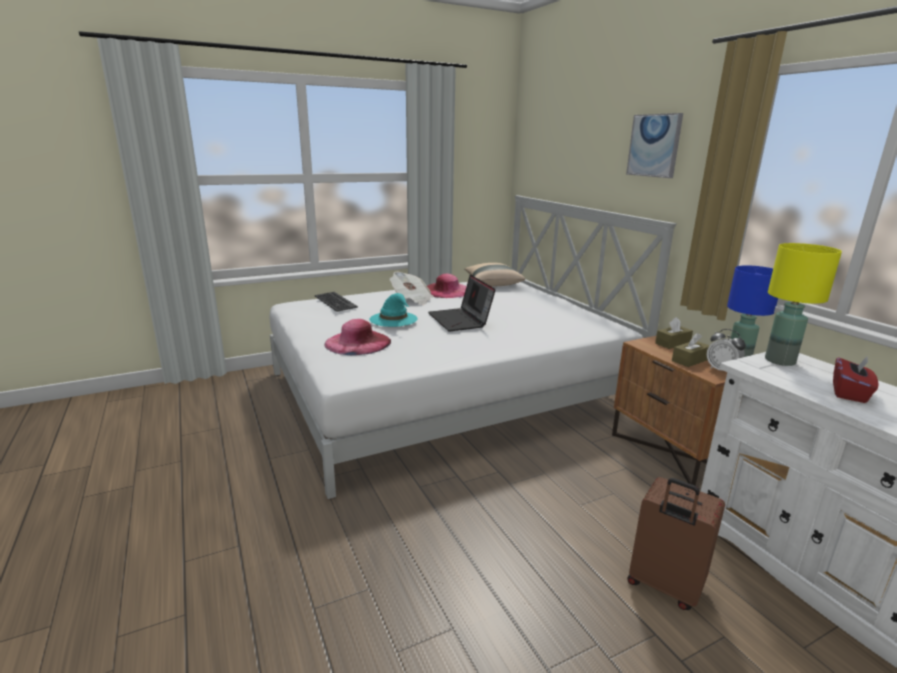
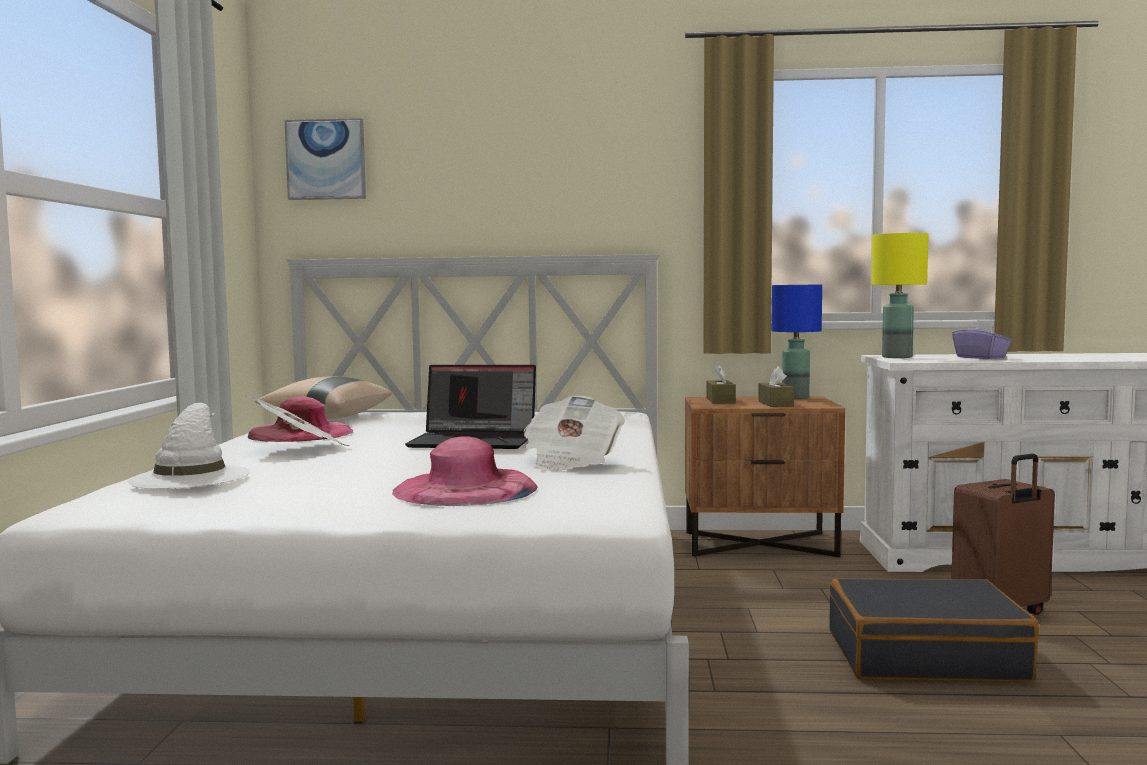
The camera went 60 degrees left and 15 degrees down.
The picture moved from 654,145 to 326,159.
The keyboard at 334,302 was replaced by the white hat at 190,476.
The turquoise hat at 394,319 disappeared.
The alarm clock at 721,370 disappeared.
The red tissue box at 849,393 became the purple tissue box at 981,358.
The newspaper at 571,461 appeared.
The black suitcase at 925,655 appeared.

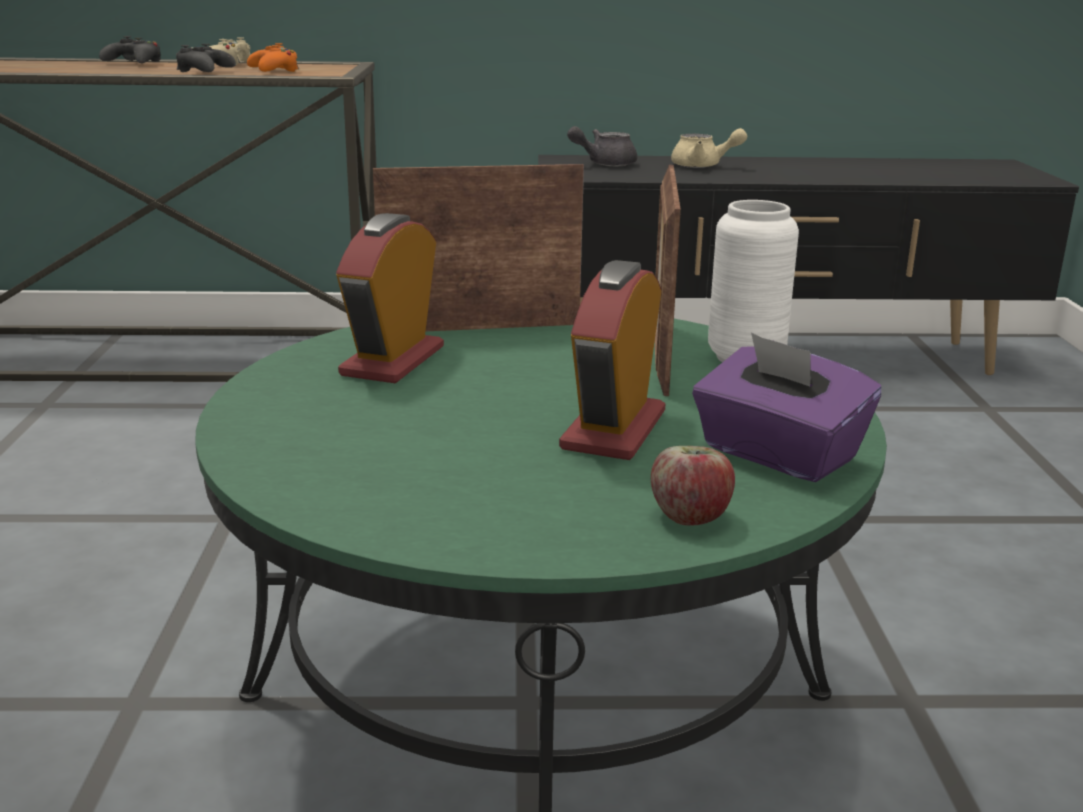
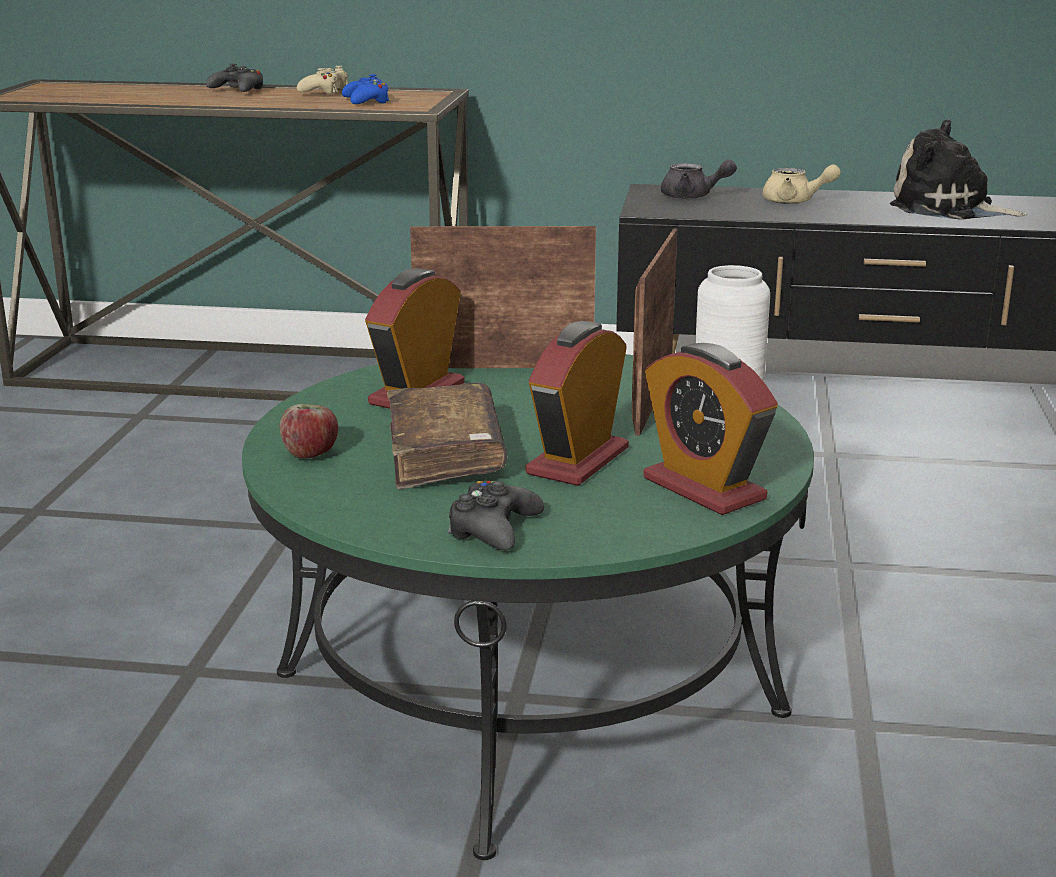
The camera went 10 degrees right and 0 degrees up.
The orange game controller at 274,70 became the blue game controller at 366,101.
The black game controller moved from 205,71 to 493,529.
The grey teapot at 604,164 turned 150 degrees counterclockwise.
The purple tissue box at 777,455 was replaced by the alarm clock at 704,489.
The apple moved from 690,517 to 310,454.
The plush toy at 948,209 appeared.
The brown book at 445,454 appeared.

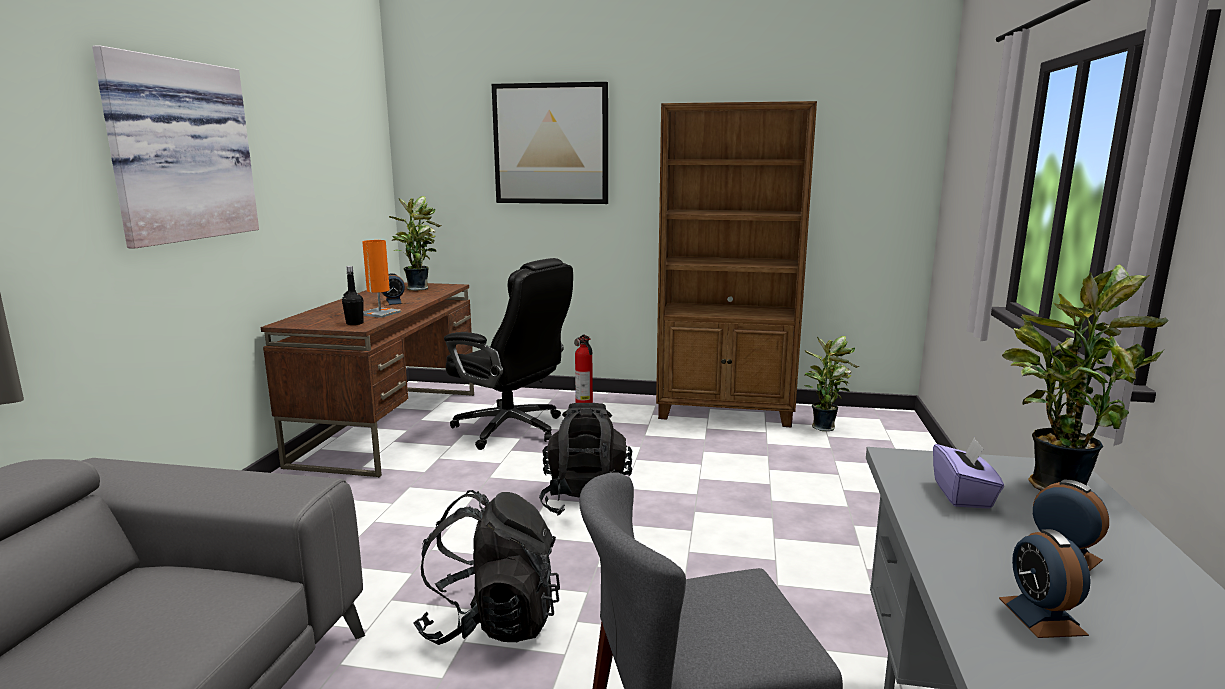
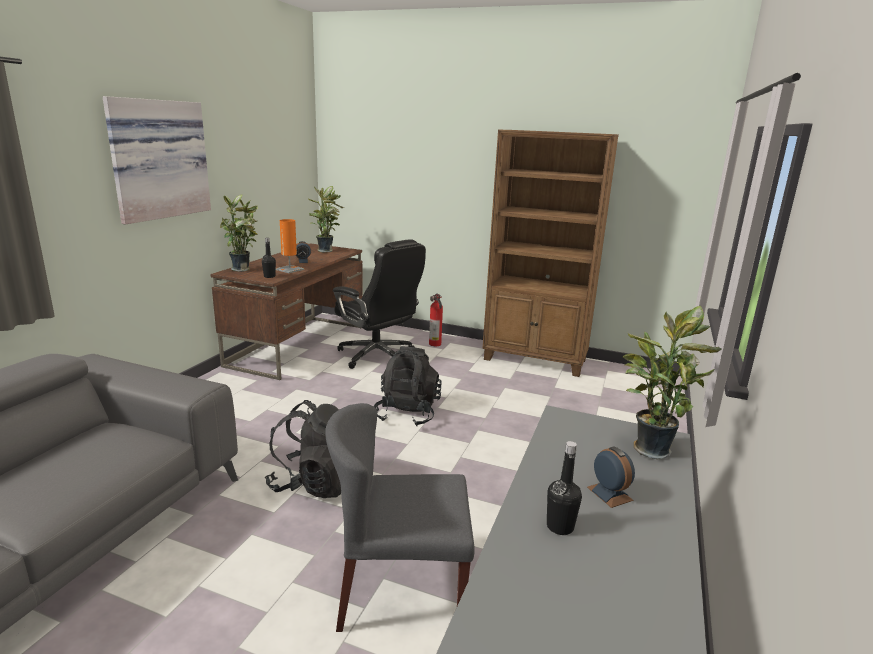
The camera went 10 degrees right and 5 degrees up.
The picture at 551,144 disappeared.
The potted plant moved from 824,427 to 243,269.
The purple tissue box at 963,495 disappeared.
The alarm clock at 1041,616 was replaced by the black bottle at 560,527.

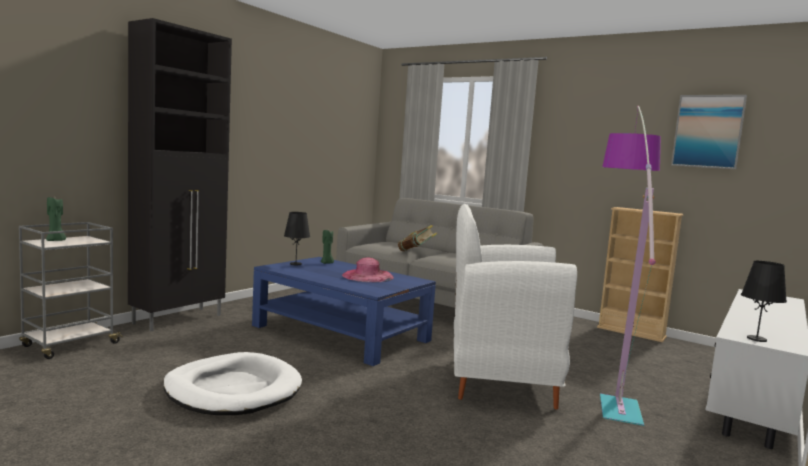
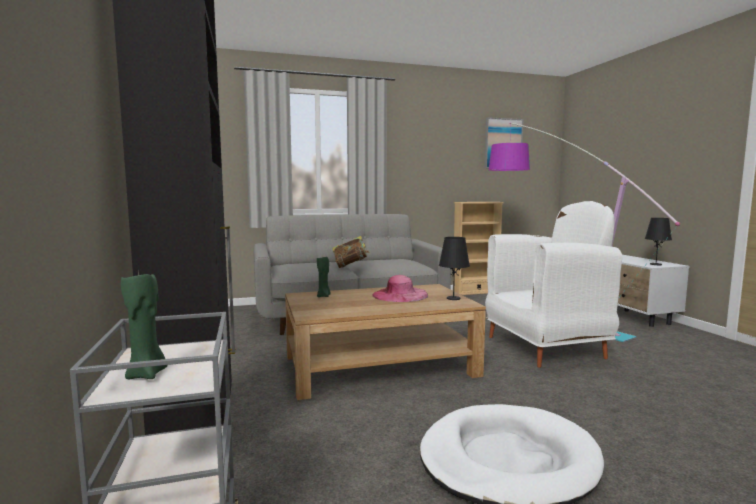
The camera went 50 degrees left and 0 degrees up.
The white armchair at 499,382 turned 150 degrees counterclockwise.
The black table lamp moved from 295,264 to 453,298.
The blue coffee table at 341,333 became the brown coffee table at 380,365.

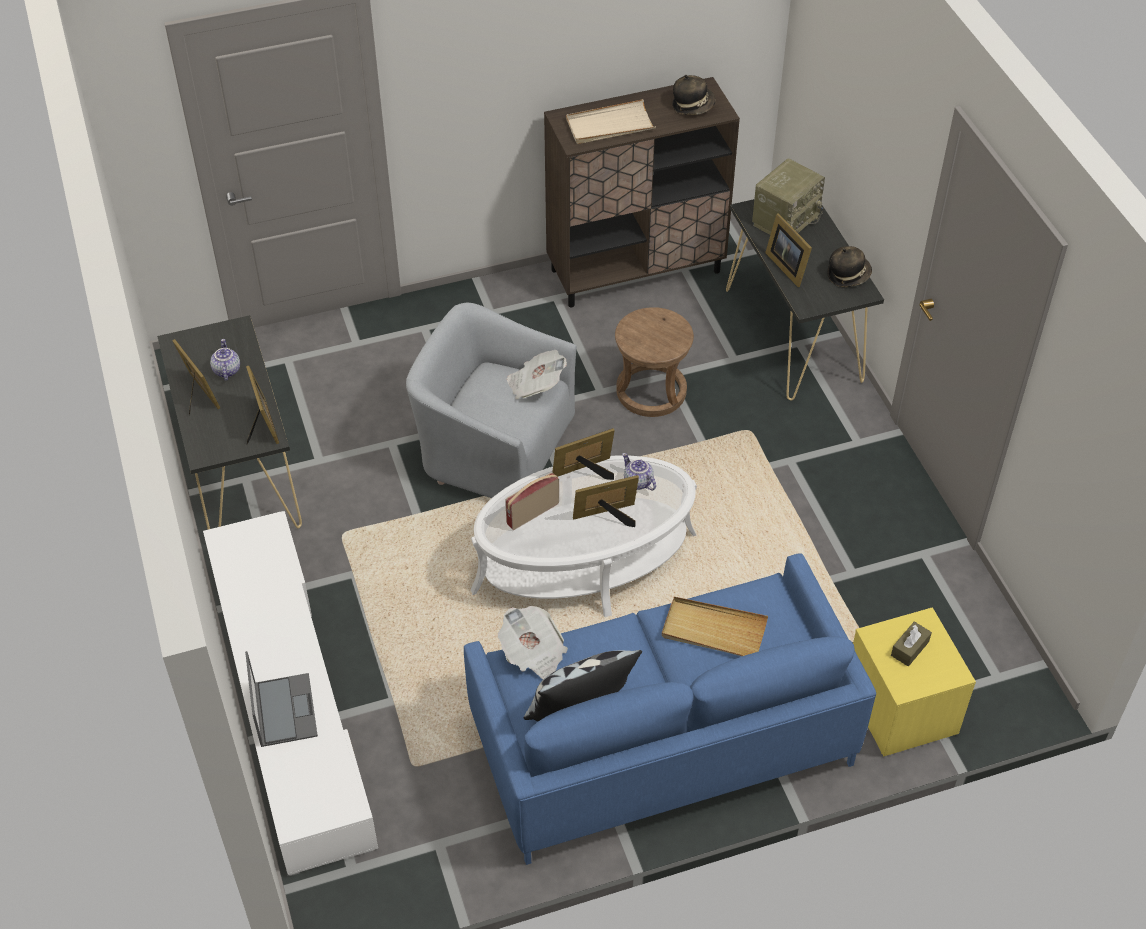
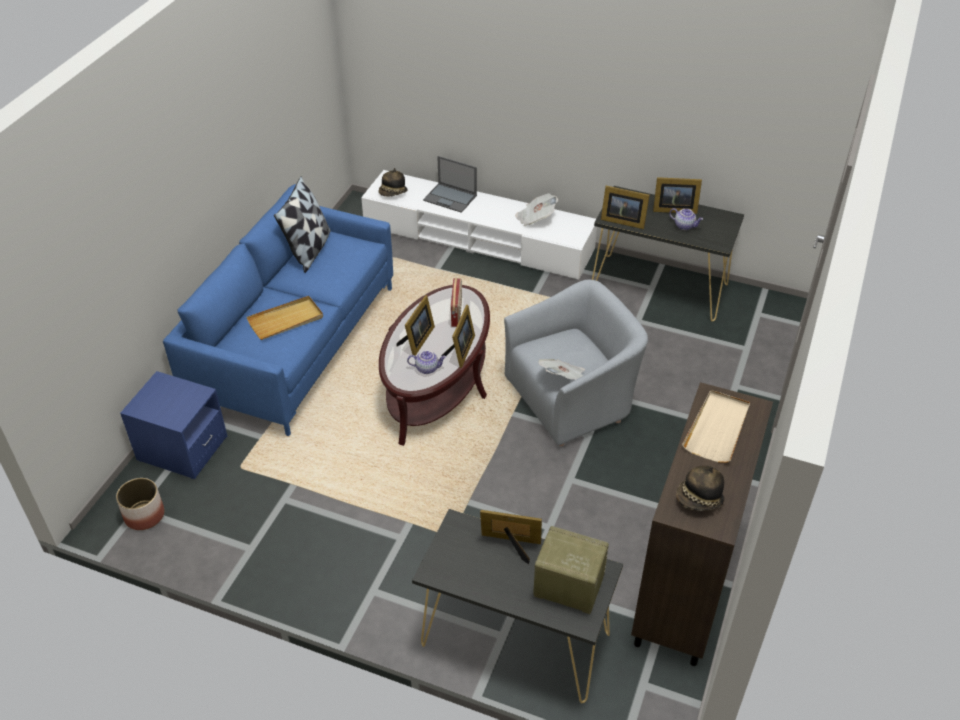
The camera went 130 degrees right and 5 degrees down.
The radio at 785,220 turned 120 degrees clockwise.
The hat moved from 848,275 to 393,193.
The brown stool at 651,392 disappeared.
The white coffee table at 585,563 became the brown coffee table at 437,384.
The newspaper moved from 533,653 to 535,218.
The yellow nightstand at 900,709 became the blue nightstand at 182,448.
The brown tissue box at 909,648 disappeared.
The planter at 144,515 appeared.

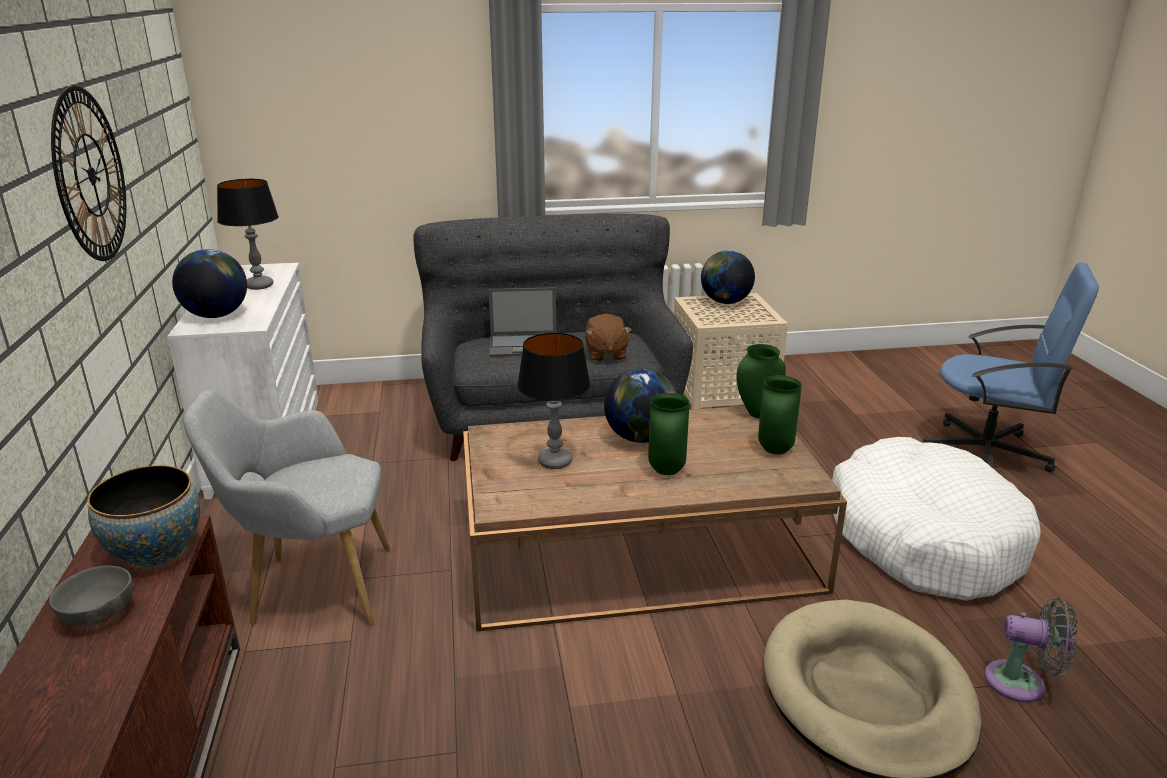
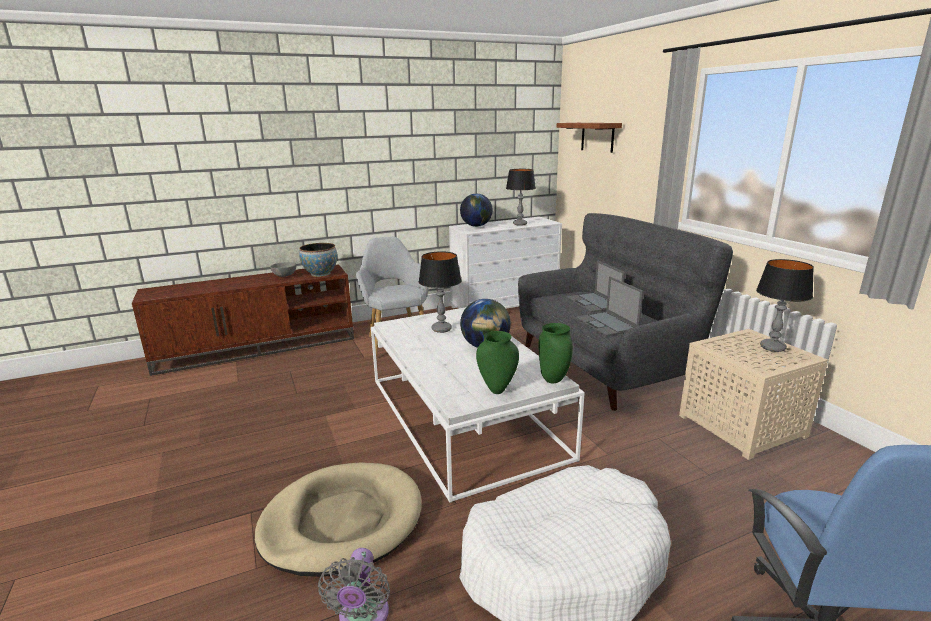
The camera went 75 degrees right and 5 degrees down.
The wall clock at 91,175 disappeared.
The globe at 725,302 was replaced by the table lamp at 772,347.
The brown plush toy at 605,354 was replaced by the laptop at 607,324.
The green vase at 667,471 disappeared.
The brown coffee table at 639,552 became the white coffee table at 464,417.
The shelf at 597,137 appeared.

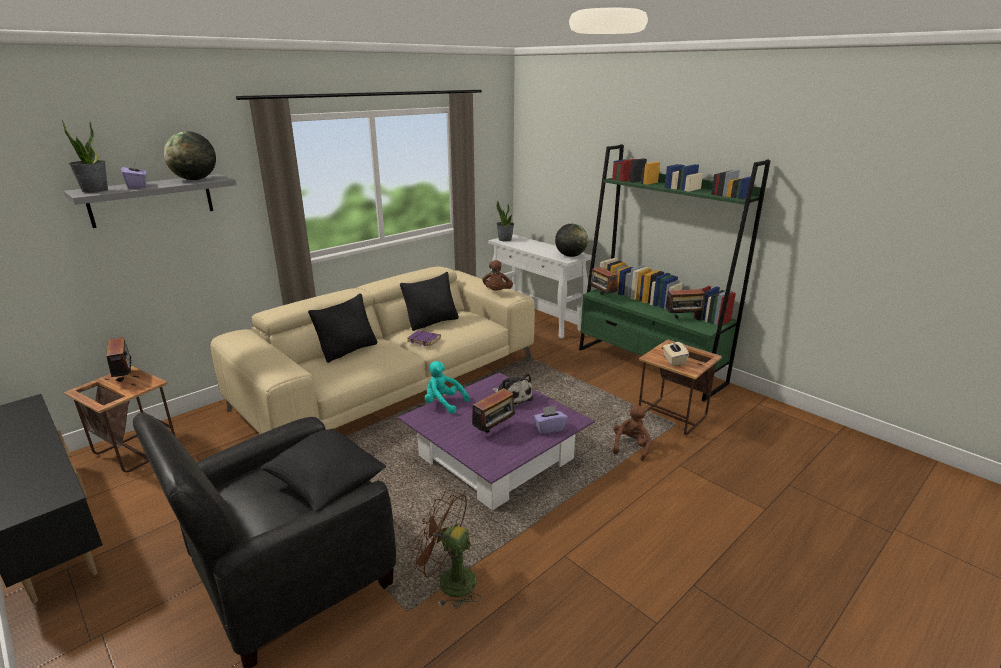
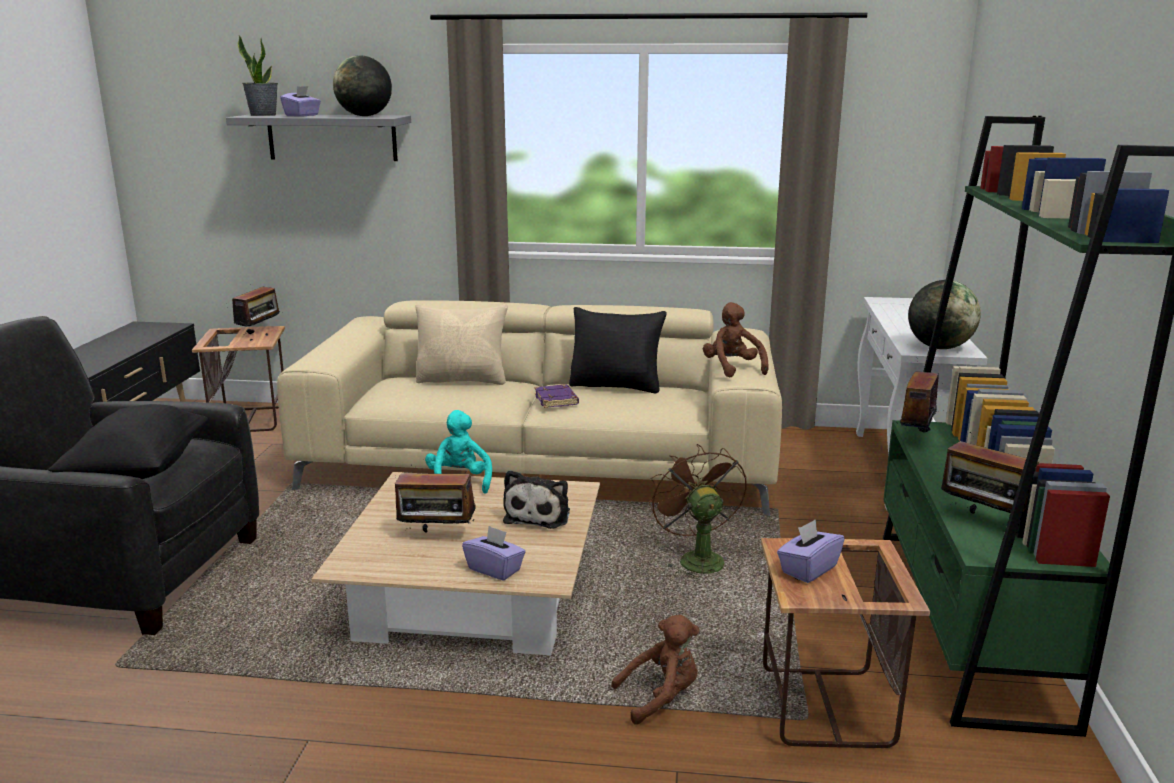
The camera went 50 degrees right and 5 degrees down.
The potted plant at 505,239 disappeared.
The brown plush toy at 497,292 turned 105 degrees clockwise.
The black pillow at 348,350 became the beige pillow at 463,380.
The beige tissue box at 674,361 became the purple tissue box at 808,569.
The purple coffee table at 496,457 became the beige coffee table at 475,595.
The brown fan moved from 449,581 to 696,558.

